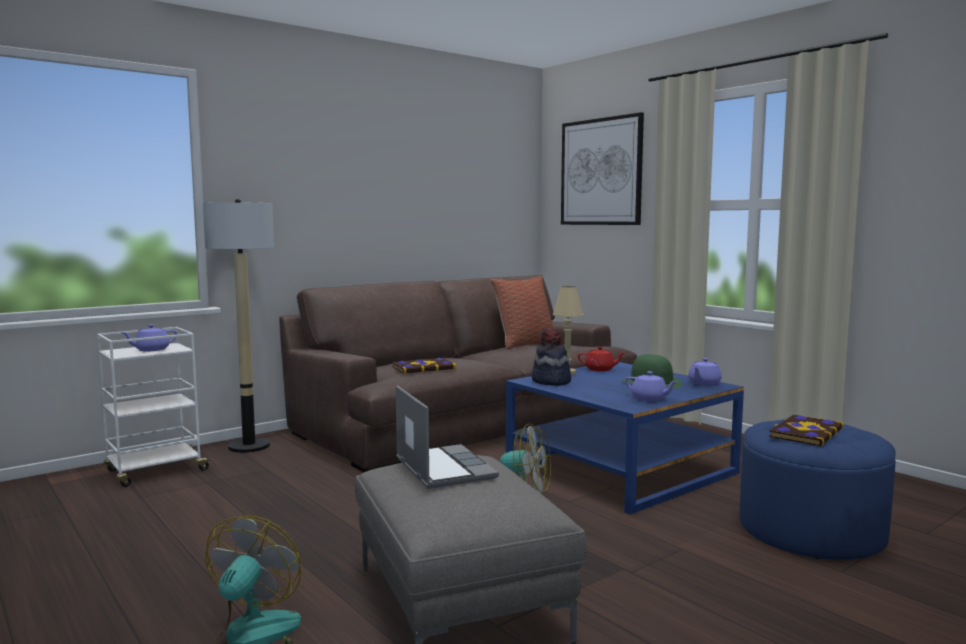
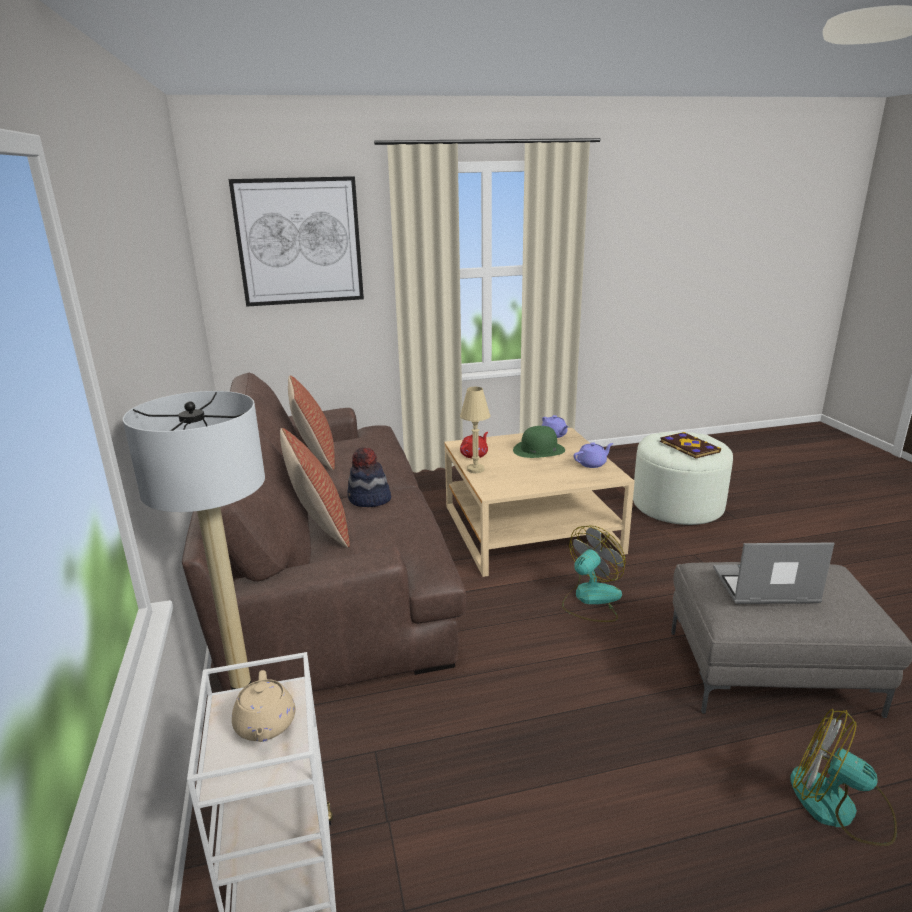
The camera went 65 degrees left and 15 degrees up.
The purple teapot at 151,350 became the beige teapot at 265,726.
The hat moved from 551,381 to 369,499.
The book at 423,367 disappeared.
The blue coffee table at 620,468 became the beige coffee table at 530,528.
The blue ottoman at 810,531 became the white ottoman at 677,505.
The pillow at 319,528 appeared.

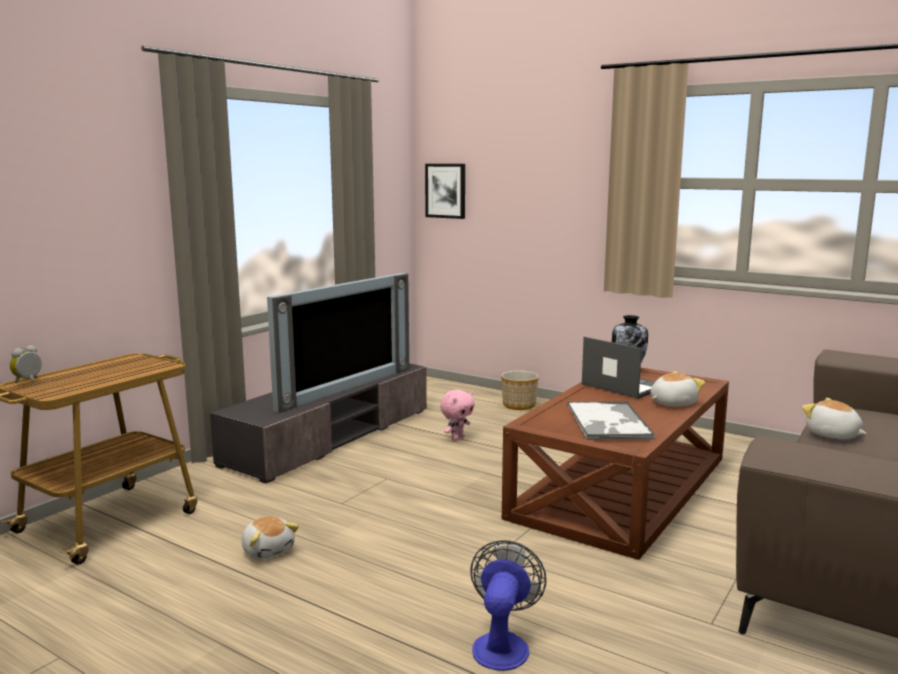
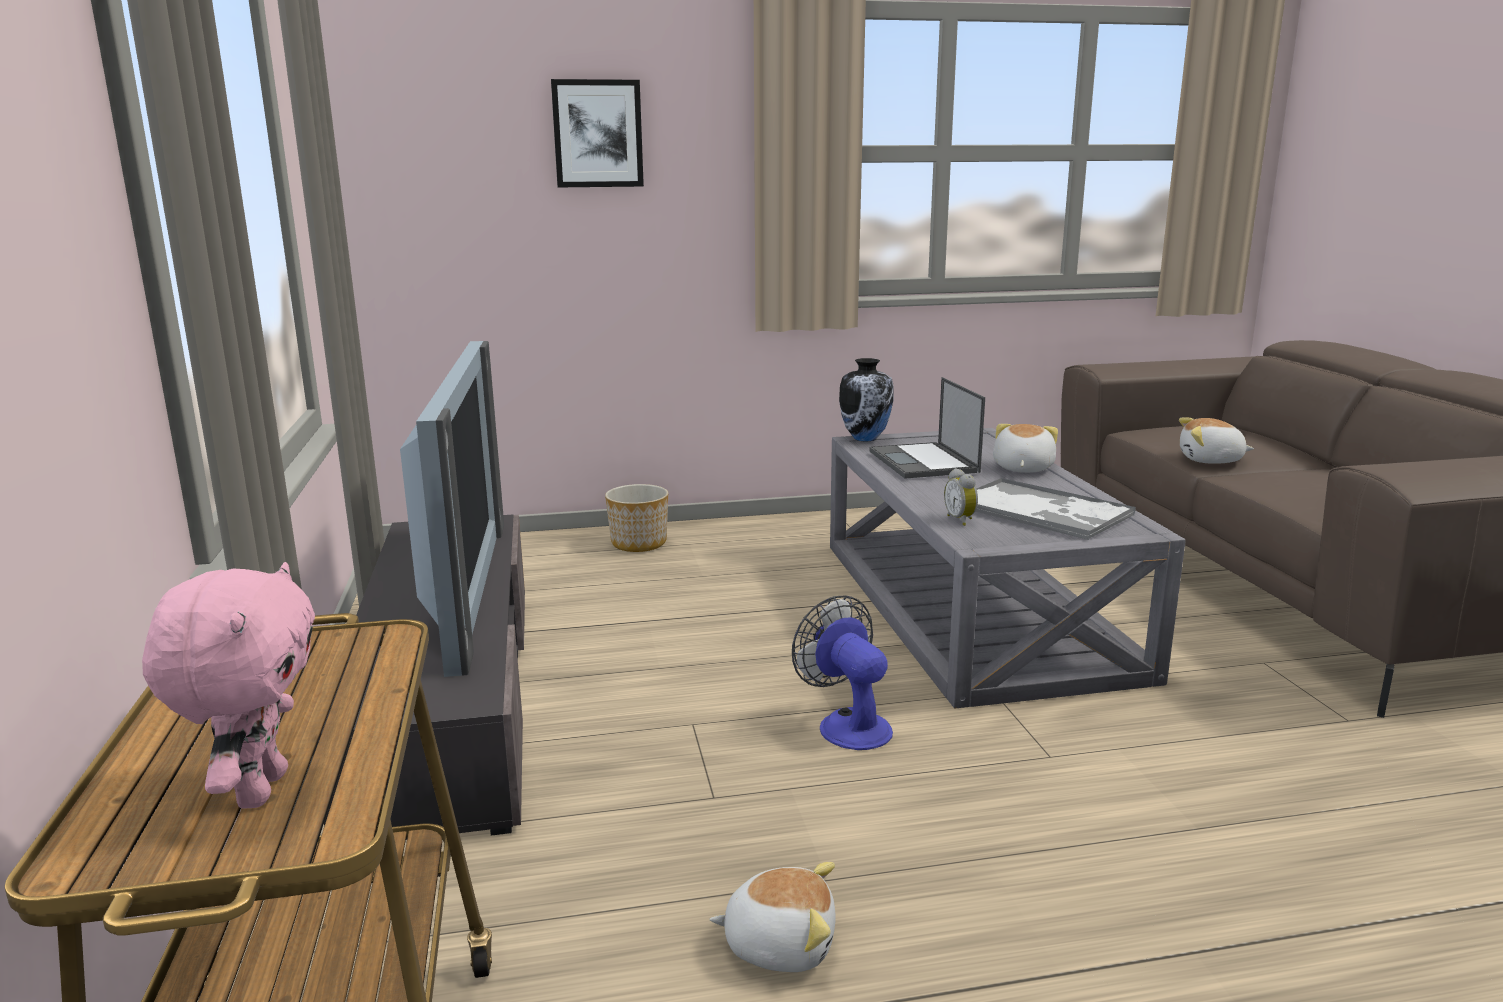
The camera went 45 degrees left and 5 degrees up.
The picture moved from 446,190 to 597,134.
The laptop at 622,386 turned 105 degrees counterclockwise.
The alarm clock moved from 29,381 to 961,520.
The brown coffee table at 623,487 became the grey coffee table at 975,606.
The pink plush toy moved from 457,438 to 258,789.
The fan moved from 502,644 to 847,724.

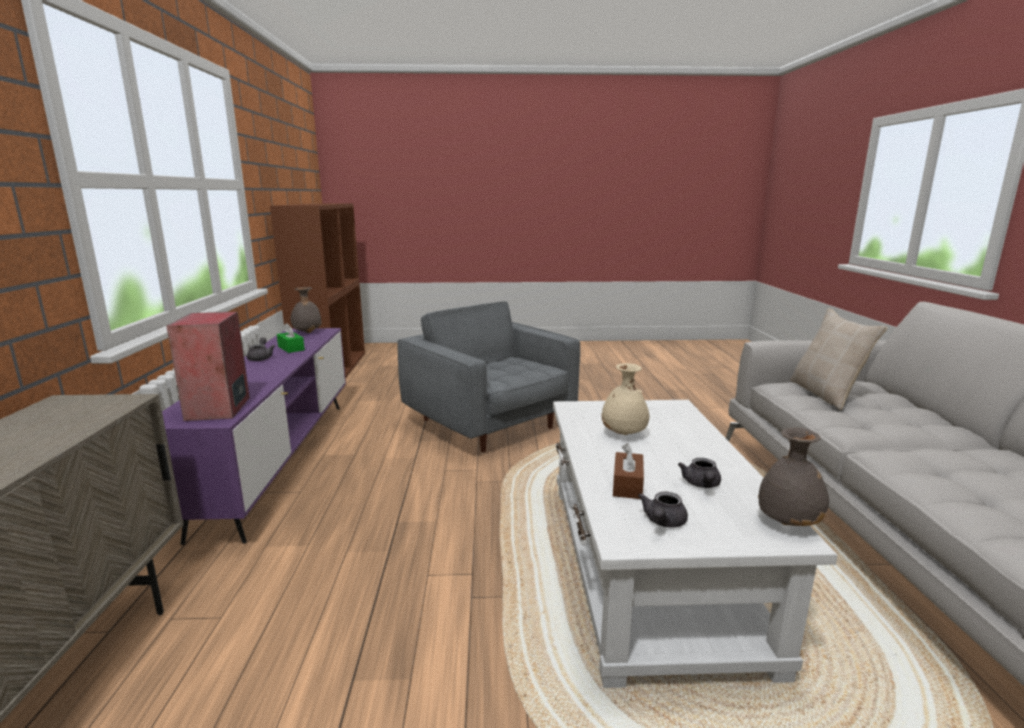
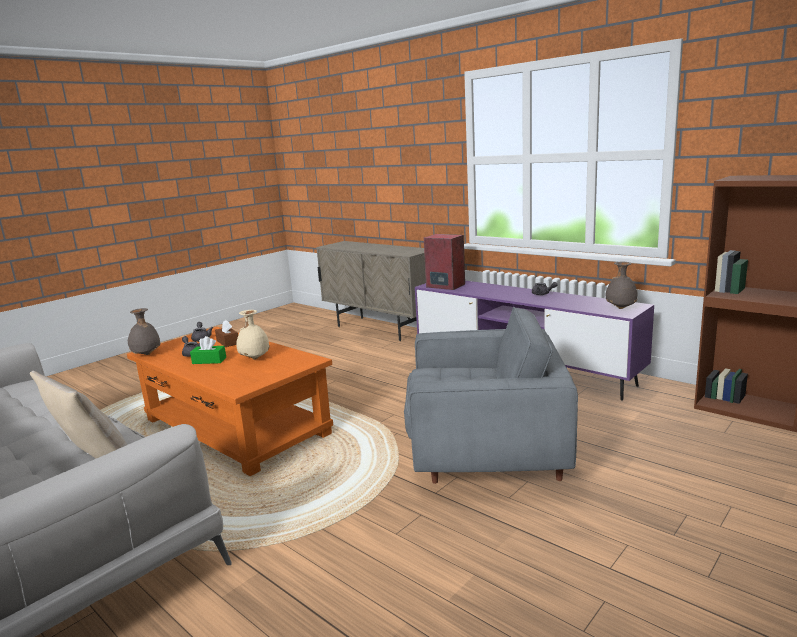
The camera went 135 degrees right and 0 degrees up.
The green tissue box moved from 291,348 to 209,360.
The white coffee table at 647,566 became the orange coffee table at 235,426.

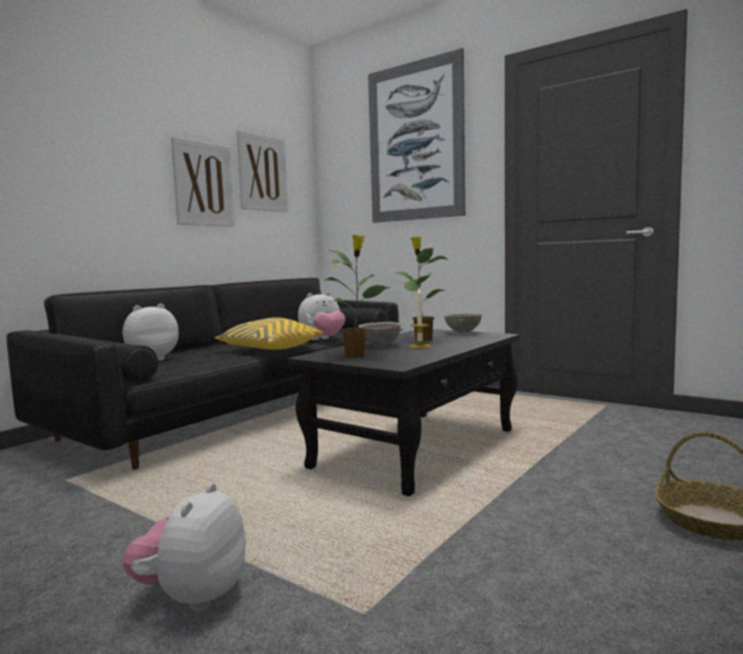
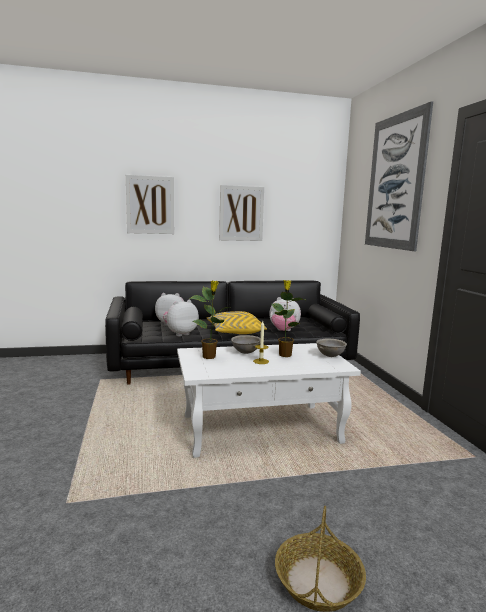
The camera went 40 degrees right and 5 degrees up.
The picture moved from 262,173 to 150,205.
The black coffee table at 417,448 became the white coffee table at 261,429.
The plush toy moved from 192,596 to 180,334.

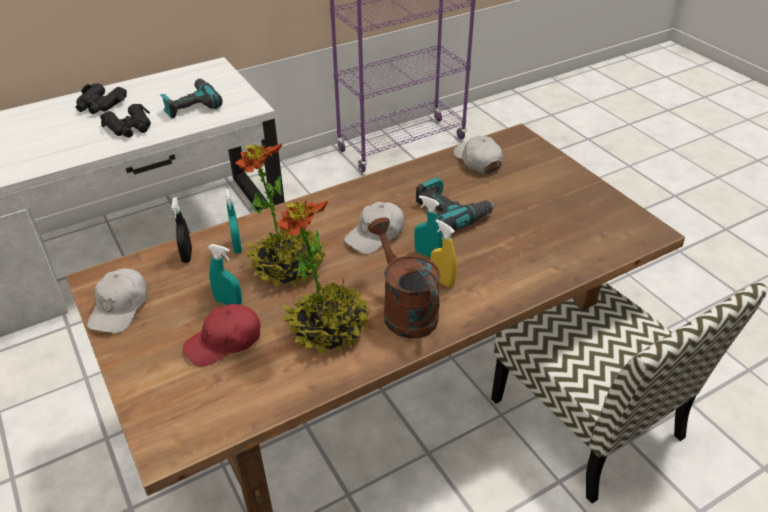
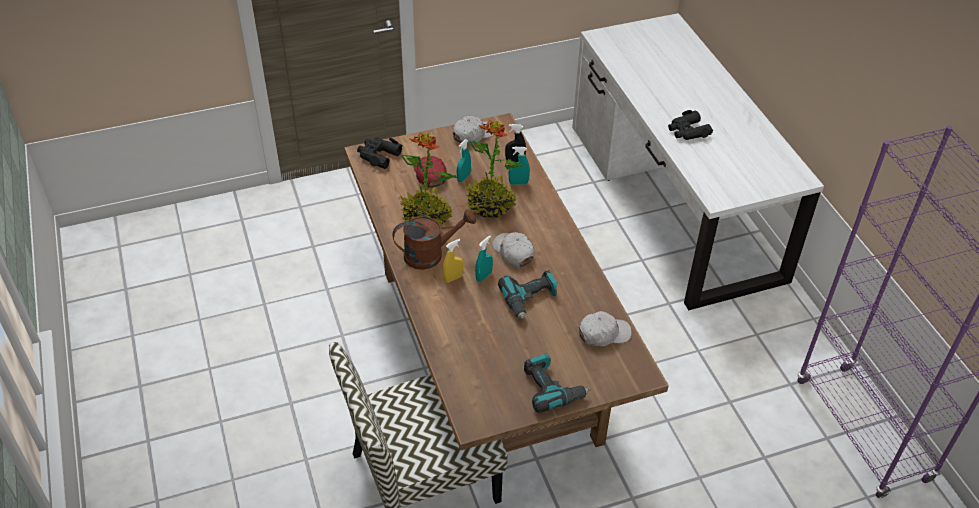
The camera went 100 degrees right and 5 degrees up.
The power drill moved from 191,105 to 552,388.
The black binoculars moved from 100,105 to 378,155.
The white cap at 120,308 turned 120 degrees clockwise.

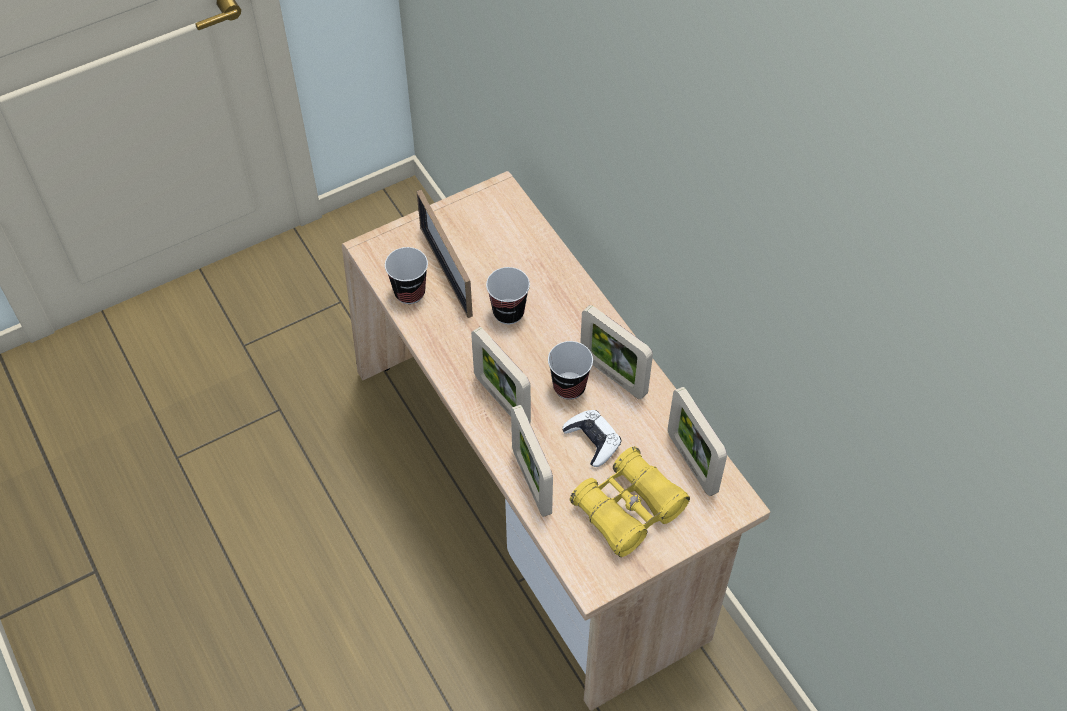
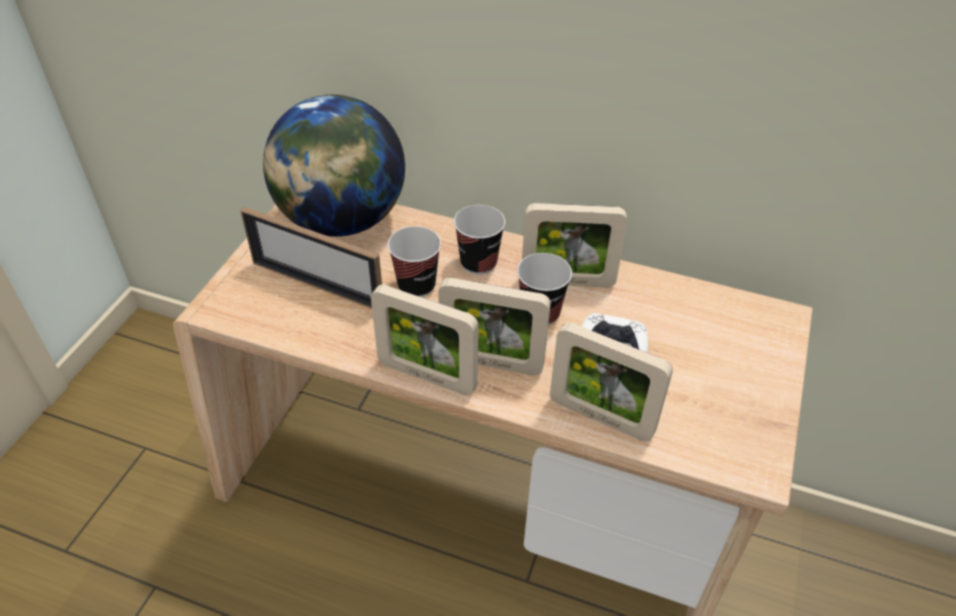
The camera went 40 degrees left and 10 degrees down.
The cup moved from 409,292 to 478,263.
The picture frame moved from 692,463 to 427,376.
The yellow binoculars at 628,510 disappeared.
The globe at 341,220 appeared.

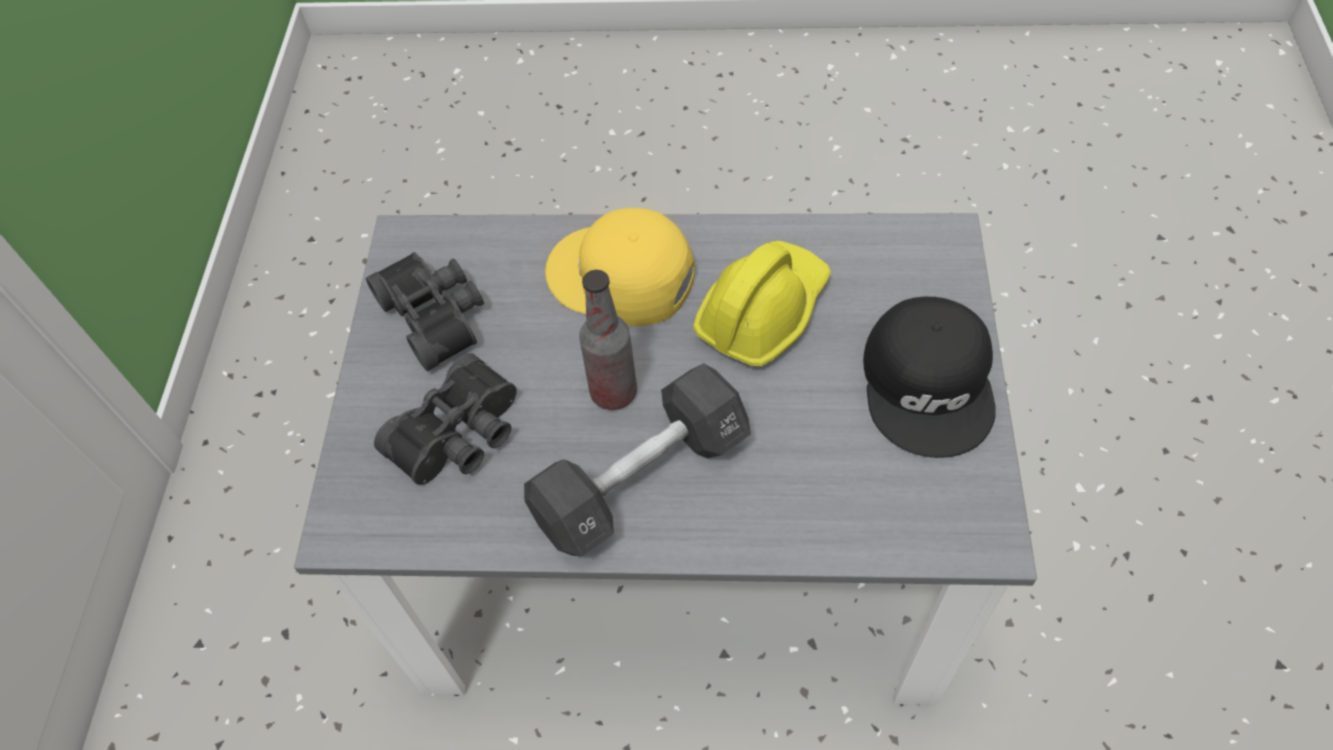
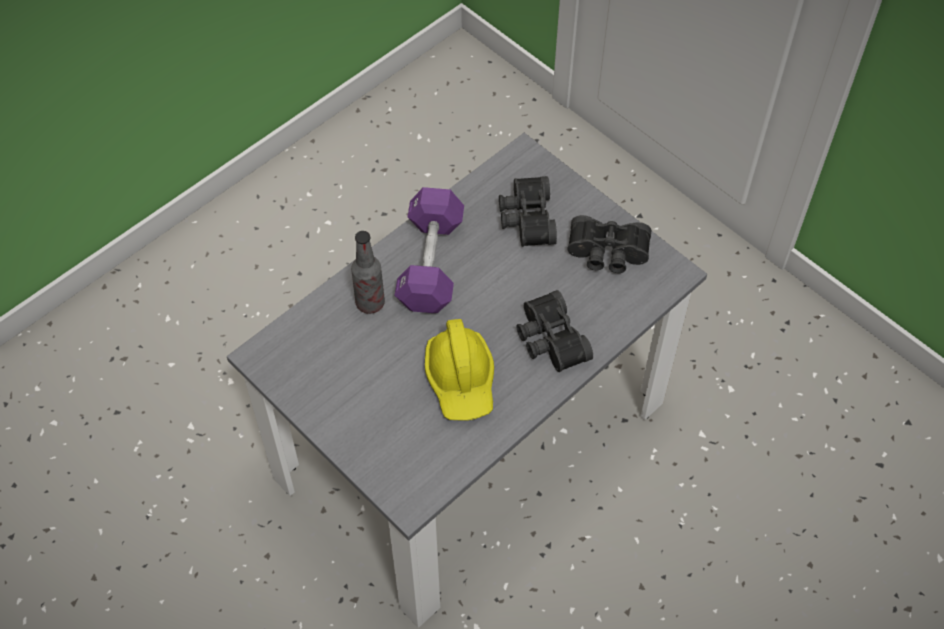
The camera went 130 degrees right and 0 degrees up.
The yellow cap at 621,277 was replaced by the black binoculars at 549,340.
The bottle moved from 613,392 to 370,303.
The black cap at 930,384 disappeared.
The black dumbbell at 641,478 became the purple dumbbell at 430,263.

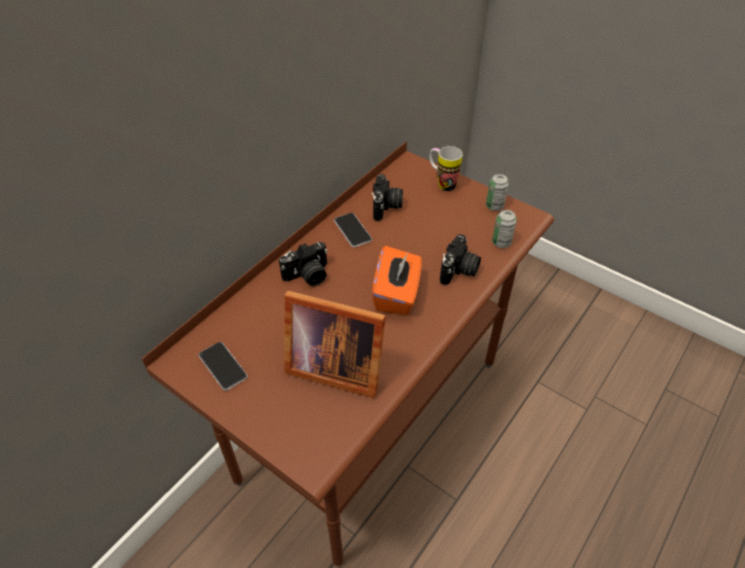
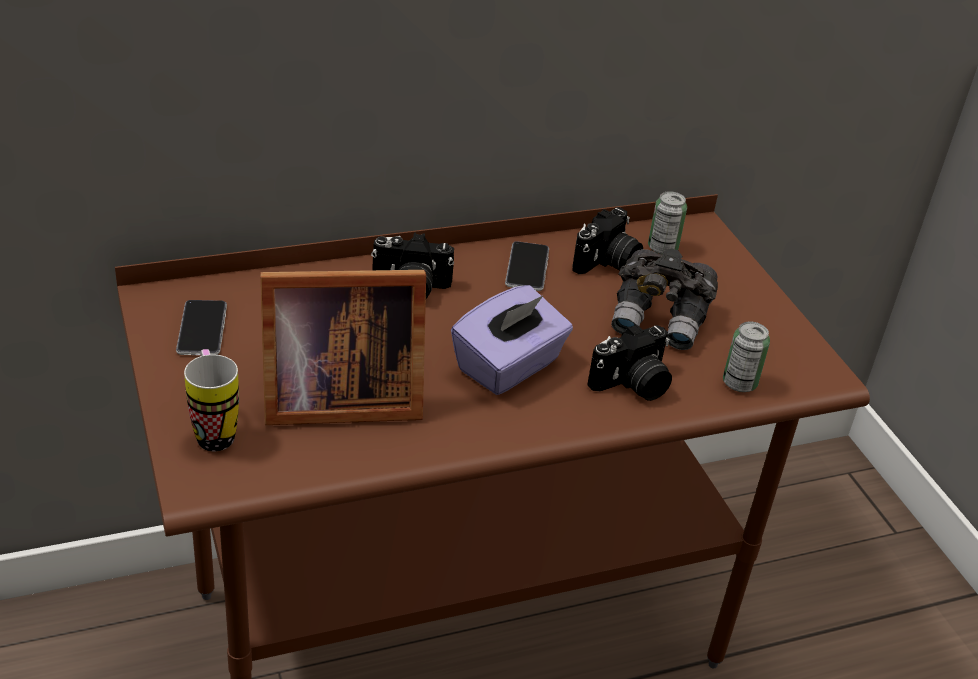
The camera went 30 degrees right and 10 degrees down.
The mug moved from 442,183 to 213,430.
The can moved from 494,206 to 662,248.
The orange tissue box at 397,294 became the purple tissue box at 509,366.
The picture frame at 333,366 turned 60 degrees counterclockwise.
The grey binoculars at 660,319 appeared.

